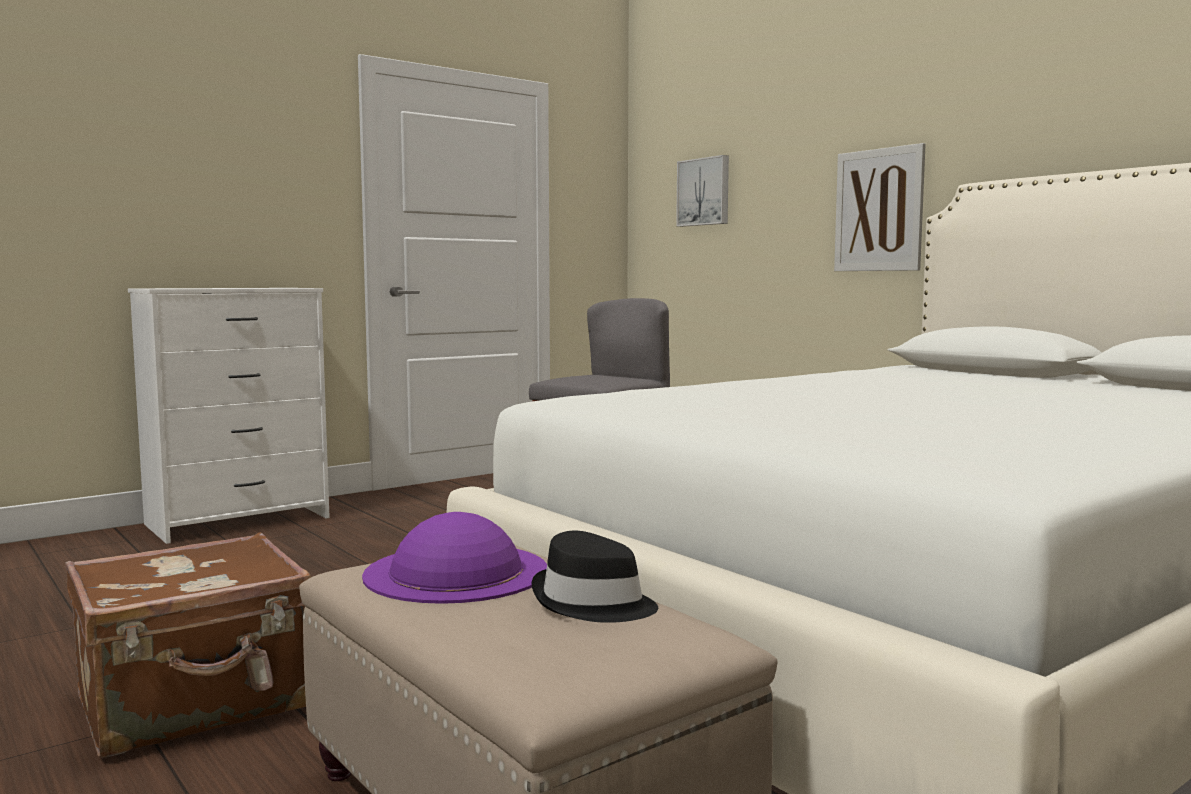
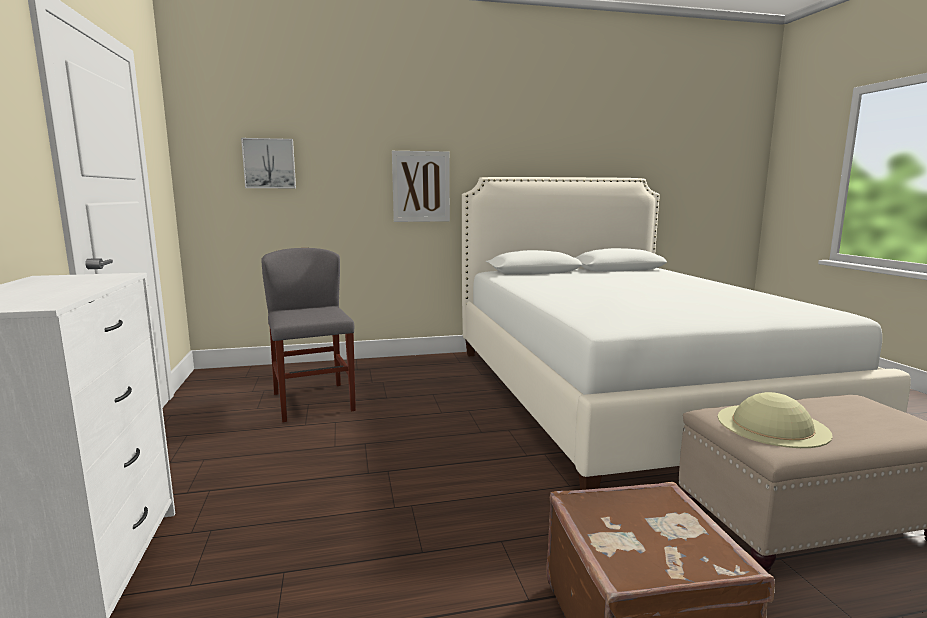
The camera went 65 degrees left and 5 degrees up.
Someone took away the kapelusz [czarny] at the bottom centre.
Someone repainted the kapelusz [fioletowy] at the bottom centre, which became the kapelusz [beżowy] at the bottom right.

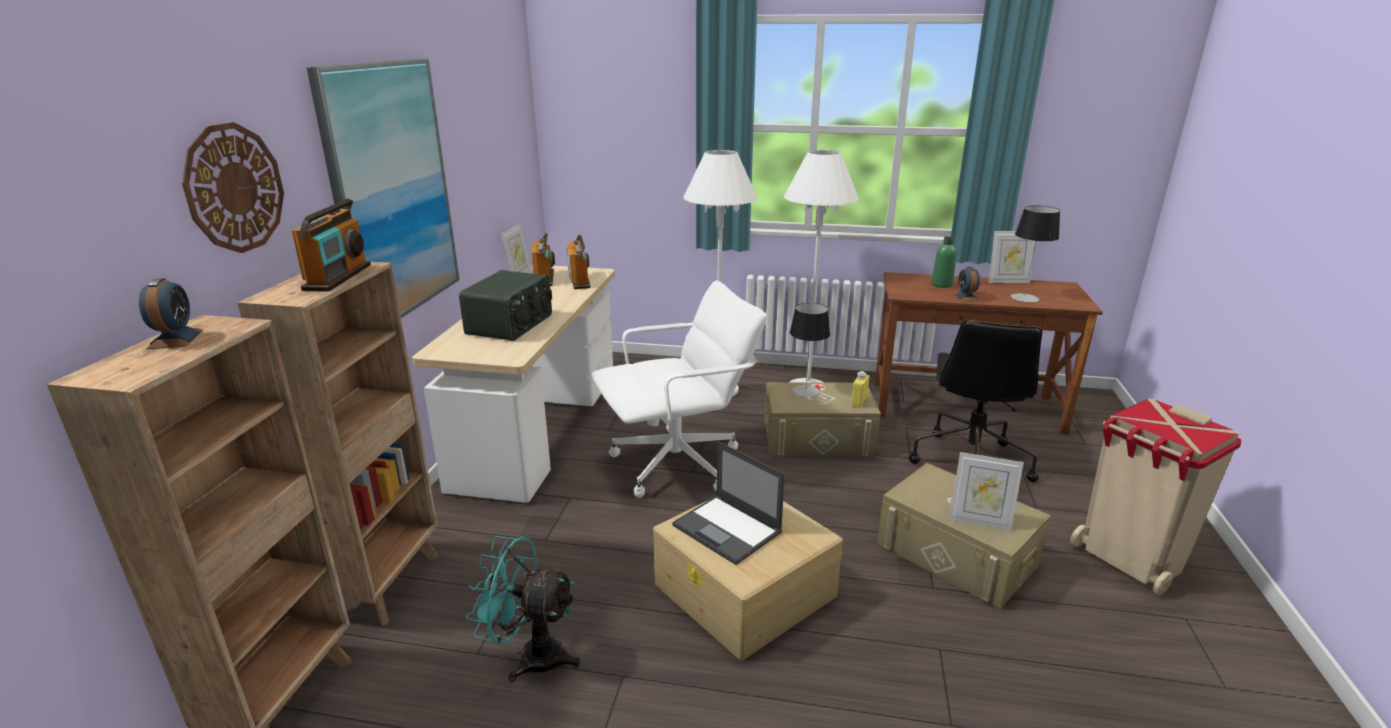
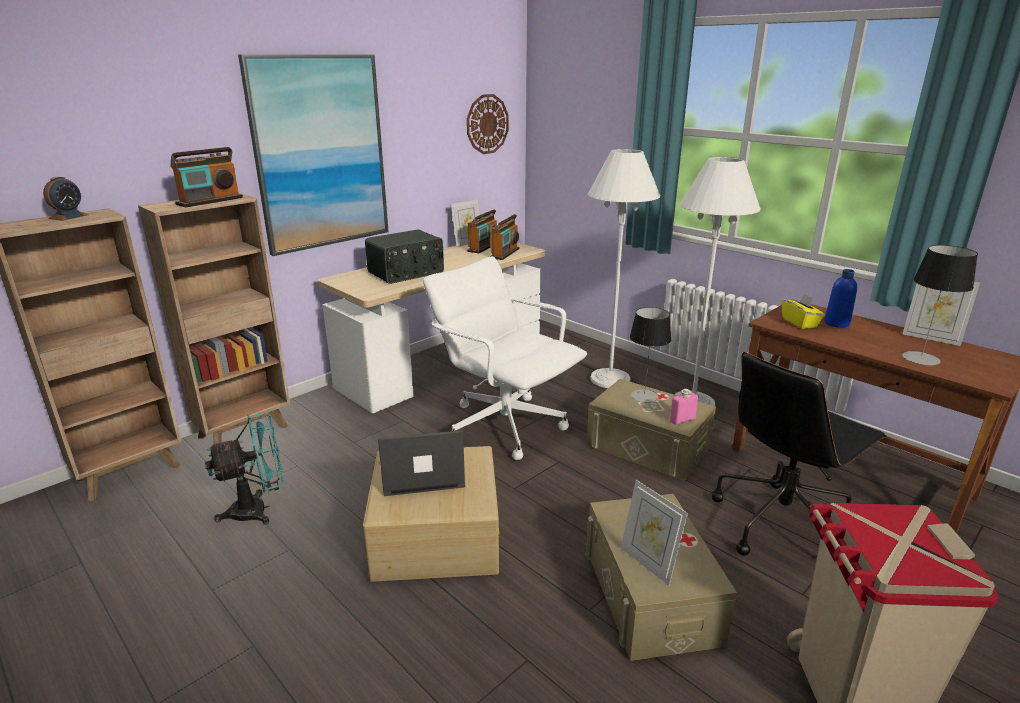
The camera went 35 degrees right and 0 degrees up.
Someone took away the budzik (2nd from left) at the middle right.
Someone put down the pudełko chusteczek [żółty] at the middle right.
Someone carried the zegar ścienny from the top left to the top centre.
Someone repainted the butelka [żółty] at the centre, which became the butelka [różowy] at the middle right.
Someone repainted the butelka [zielony] at the middle right, which became the butelka [niebieski] at the middle right.
Someone rotated the wentylator [turkusowy] at the bottom centre by 105 degrees clockwise.
Someone rotated the krzesło biurowe [biały] at the centre by 150 degrees counterclockwise.
Someone rotated the laptop at the bottom centre by 90 degrees clockwise.

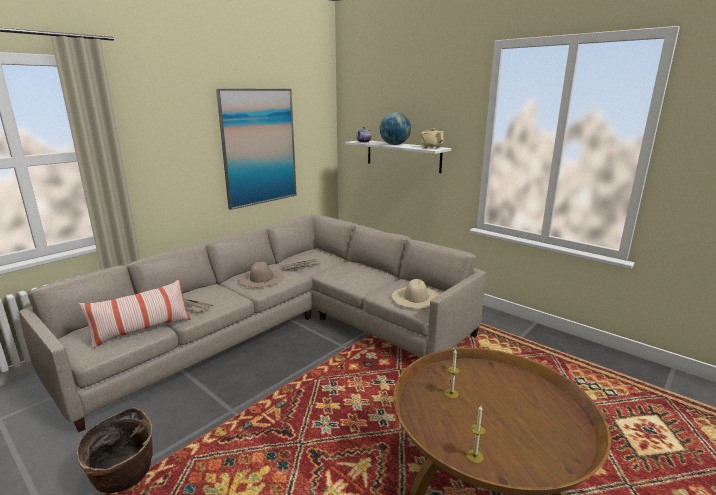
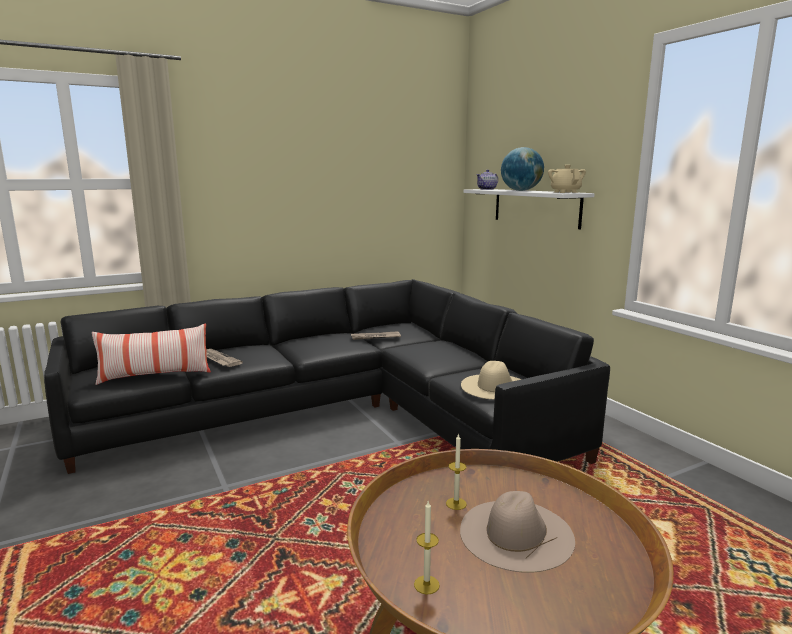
The camera went 20 degrees right and 5 degrees down.
Someone took away the koszyk at the bottom left.
Someone took away the obraz at the top centre.
Someone carried the kapelusz [beżowy] (1st from left in the first image) from the centre to the bottom centre.
Someone repainted the kanapa [beżowy] at the centre, which became the kanapa [czarny] at the centre.

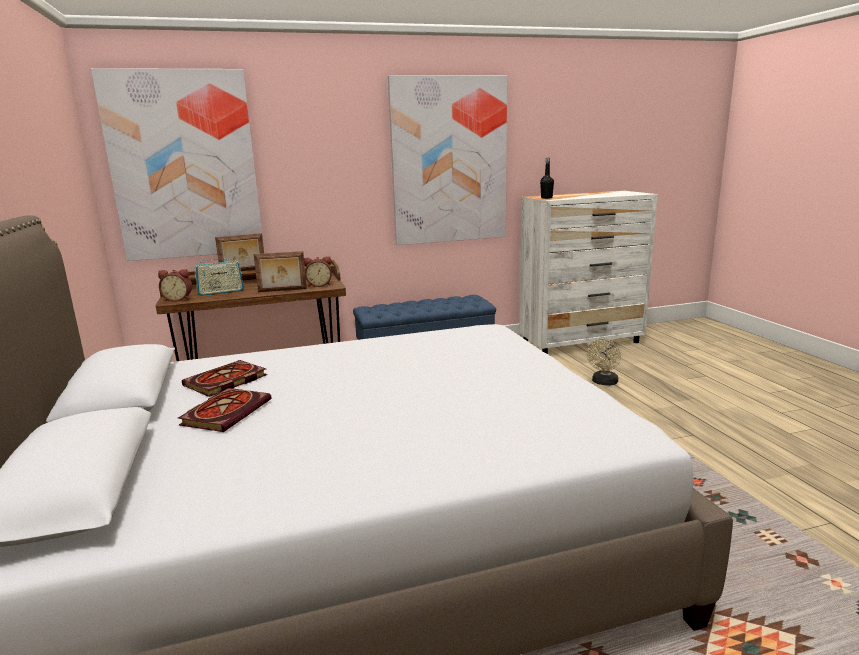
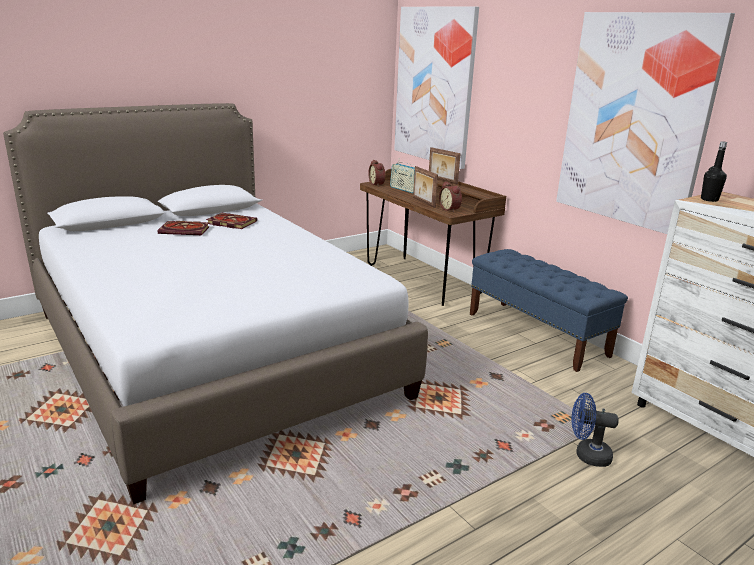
The camera went 70 degrees right and 5 degrees up.
Someone repainted the wentylator [beżowy] at the middle right, which became the wentylator [niebieski] at the bottom right.

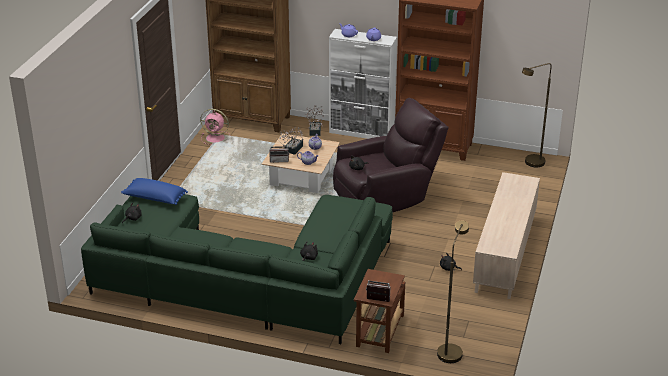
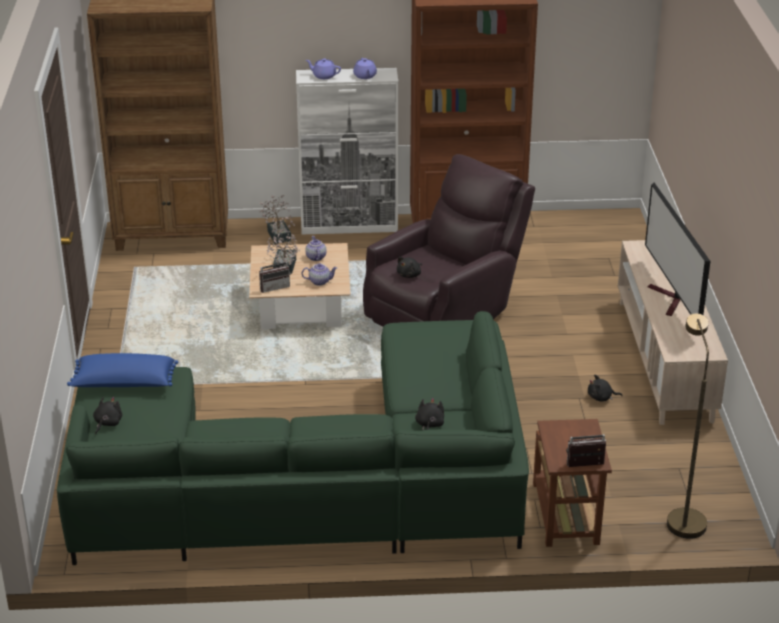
The camera went 20 degrees left and 0 degrees up.
Someone took away the wentylator [różowy] at the middle left.
Someone took away the lampa stojąca [brązowy] (2nd from left) at the top right.
Someone put down the telewizor at the middle right.

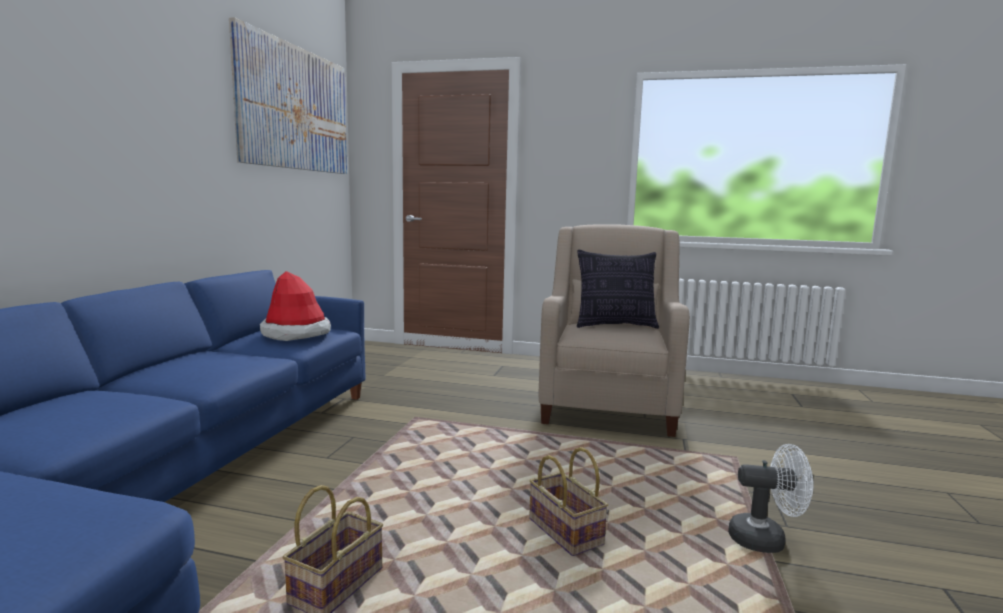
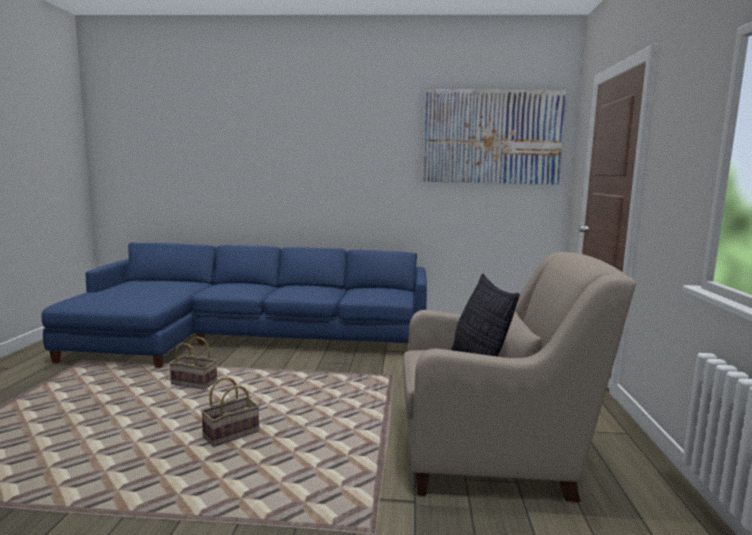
The camera went 80 degrees right and 0 degrees up.
Someone took away the kapelusz at the middle left.
Someone took away the wentylator [biały] at the bottom right.

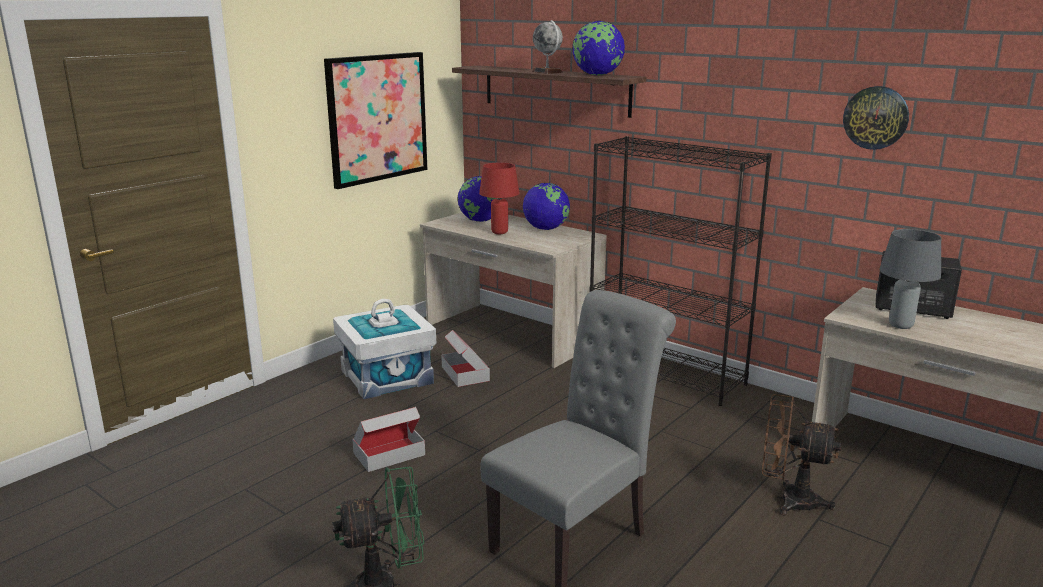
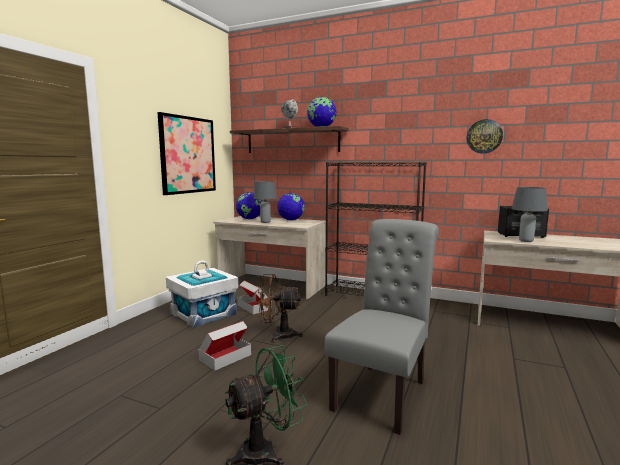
The camera went 15 degrees left and 10 degrees down.
Someone carried the wentylator [brązowy] from the bottom right to the centre.
Someone repainted the lampa stołowa [czerwony] at the centre, which became the lampa stołowa [szary] (1st from left) at the centre.

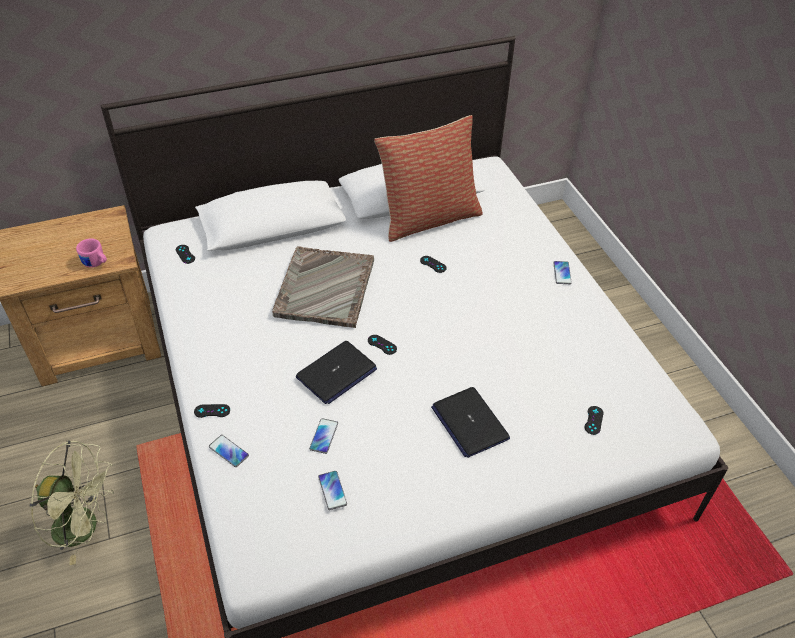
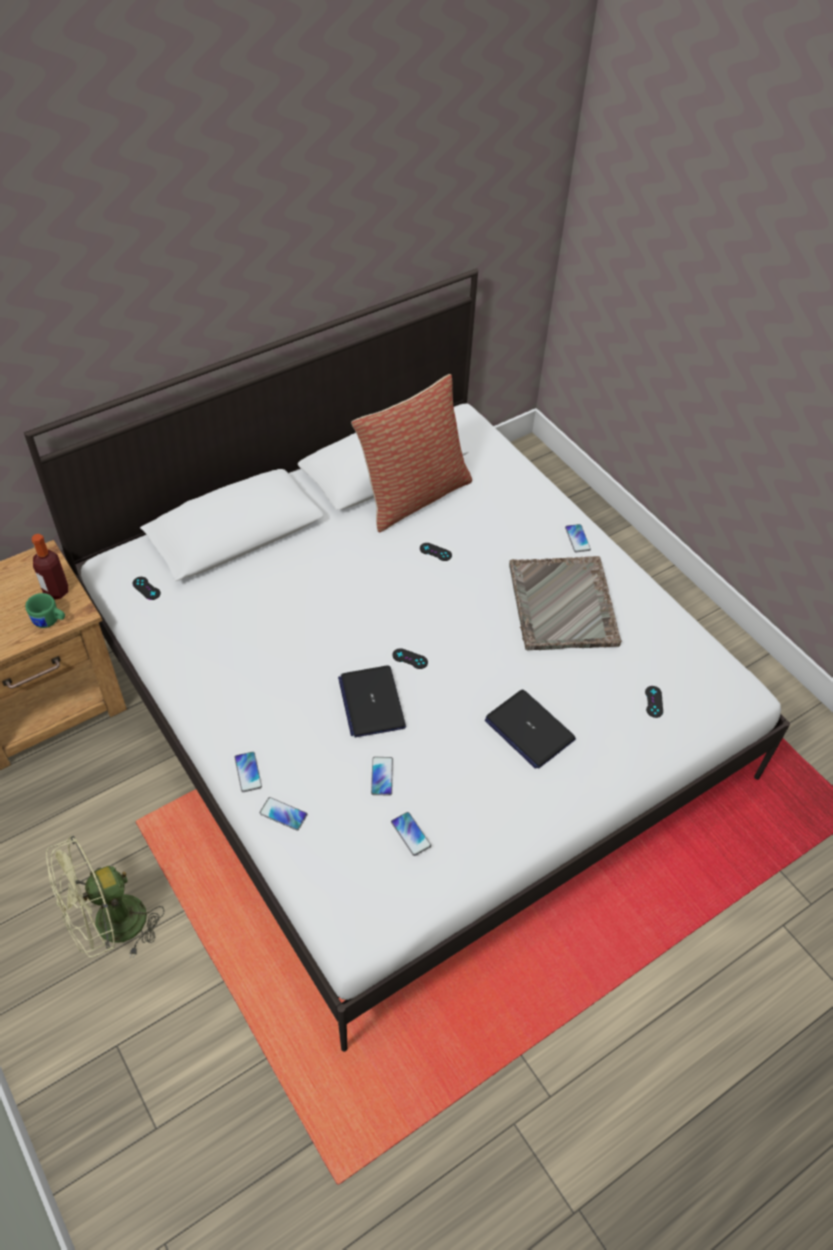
The camera went 15 degrees left and 5 degrees up.
Someone put down the butelka at the middle left.
Someone carried the taca [szary] from the centre to the middle right.
Someone swapped the pad do gier [czarny] (2nd from left) at the middle left for the telefon (1st from left) at the middle left.
Someone repainted the kubek [różowy] at the middle left, which became the kubek [zielony] at the middle left.
Someone rotated the wentylator [zielony] at the bottom left by 150 degrees clockwise.
Someone rotated the laptop (1st from left) at the centre by 135 degrees clockwise.

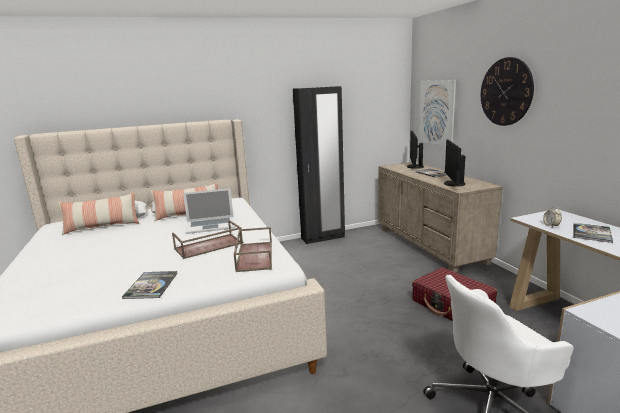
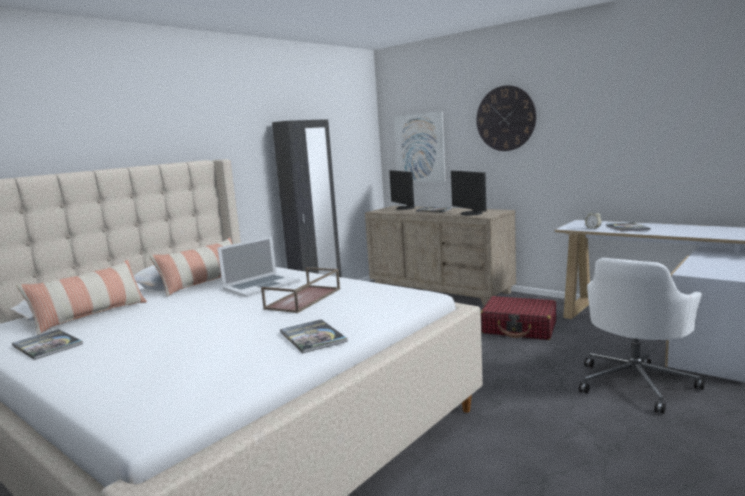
The camera went 30 degrees left and 5 degrees down.
Someone took away the taca [brązowy] (2nd from left) at the centre.
Someone put down the książka (1st from left) at the bottom left.

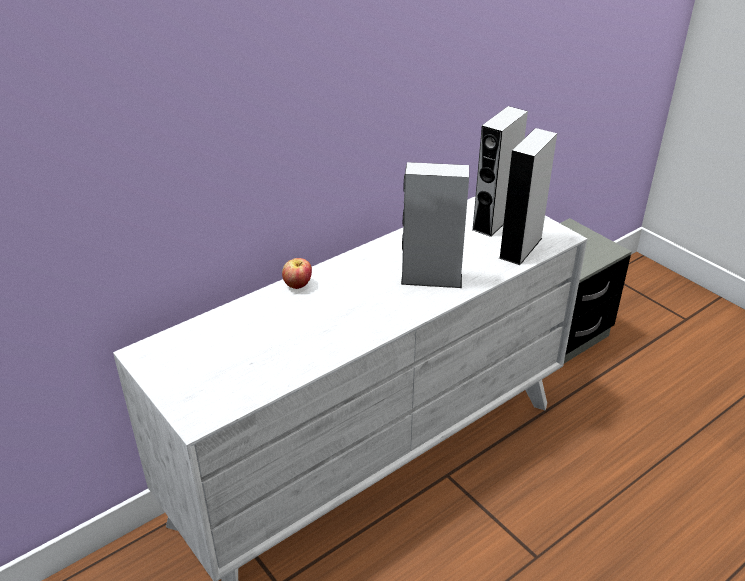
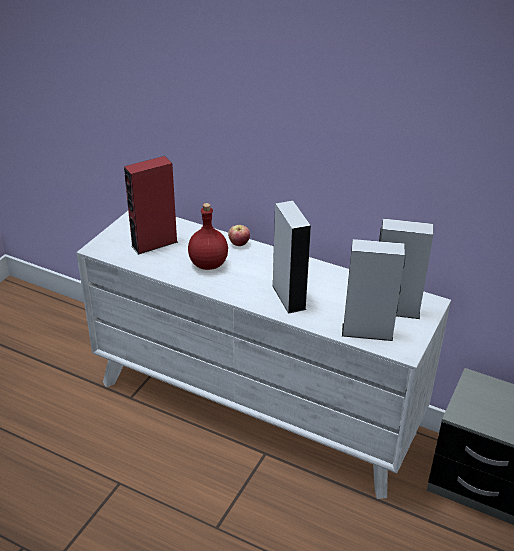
The camera went 65 degrees right and 0 degrees up.
Someone put down the głośnik [czerwony] at the middle left.
Someone put down the butelka [czerwony] at the centre.

